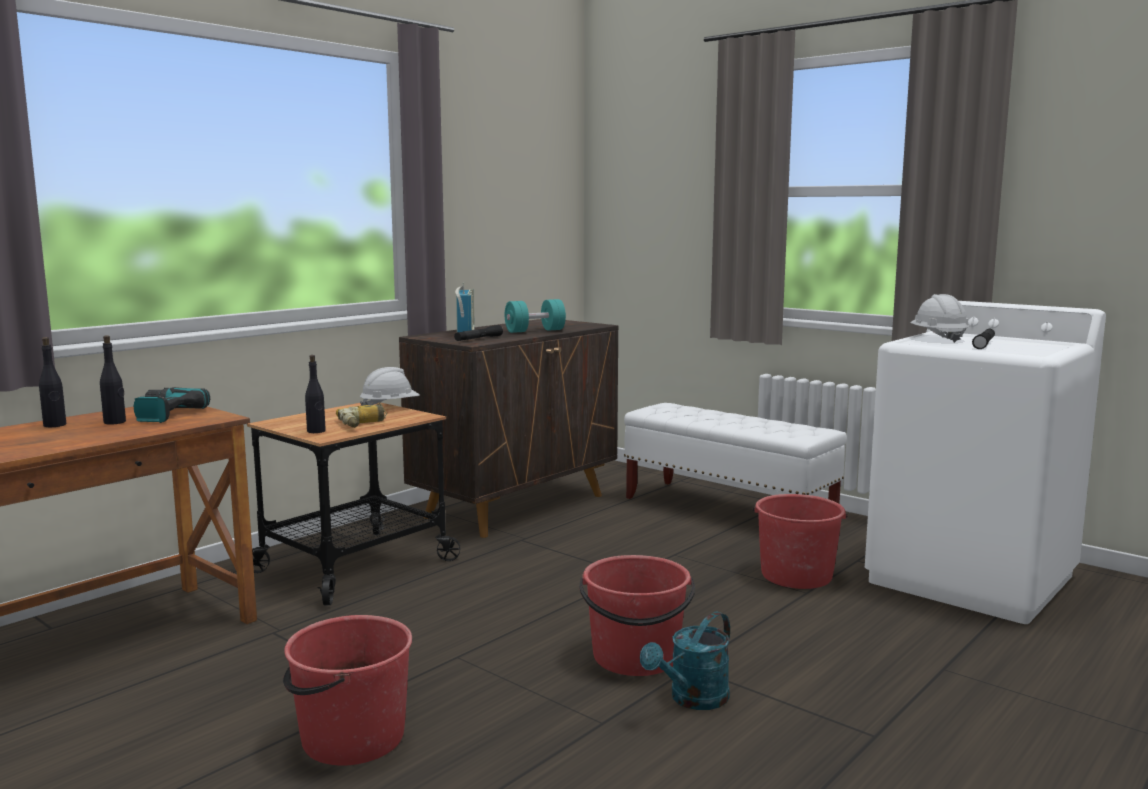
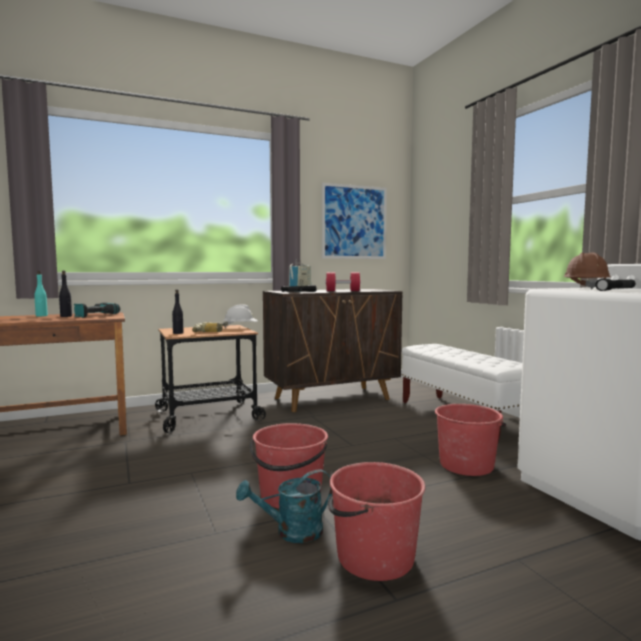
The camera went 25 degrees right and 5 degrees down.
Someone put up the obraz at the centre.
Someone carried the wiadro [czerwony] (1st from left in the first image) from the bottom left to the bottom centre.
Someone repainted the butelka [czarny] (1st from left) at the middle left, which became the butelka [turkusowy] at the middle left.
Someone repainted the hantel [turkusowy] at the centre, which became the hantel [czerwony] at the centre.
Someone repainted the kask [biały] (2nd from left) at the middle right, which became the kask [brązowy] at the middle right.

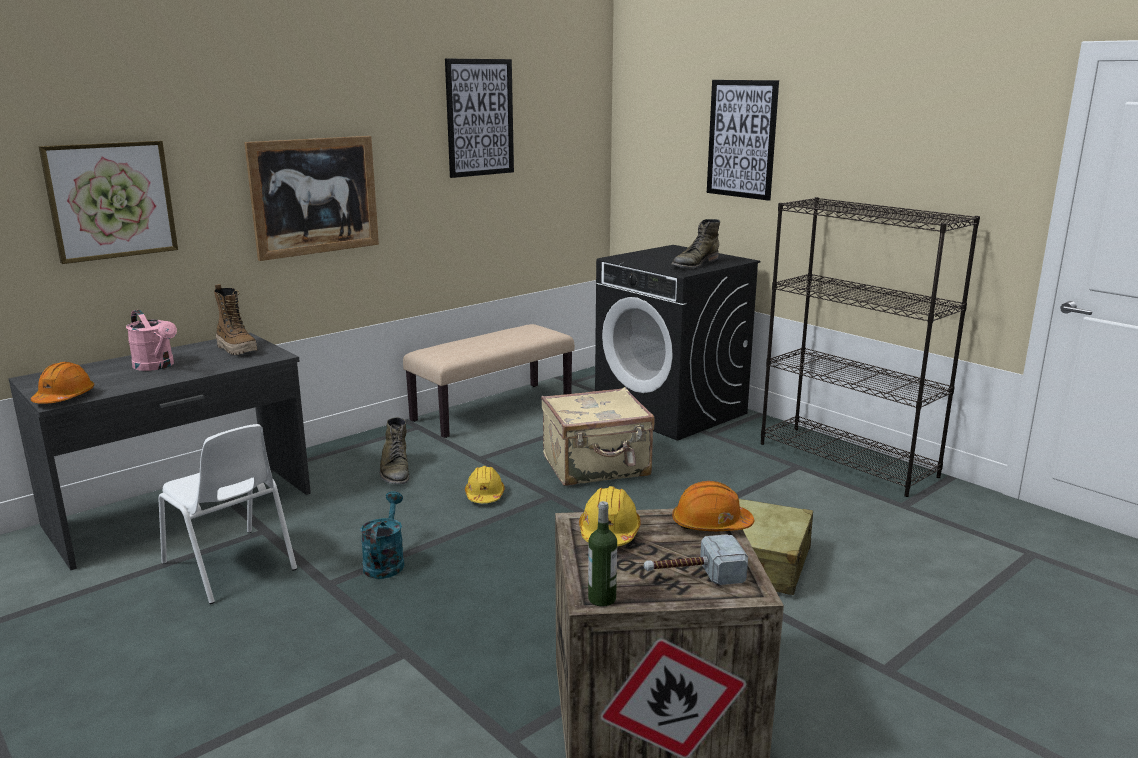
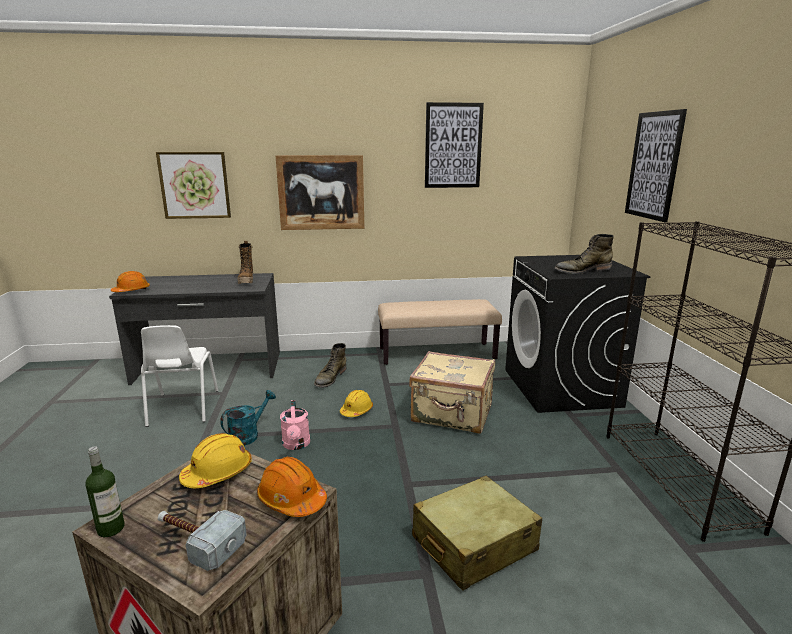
The camera went 35 degrees right and 0 degrees up.
Someone carried the konewka [różowy] from the middle left to the bottom centre.

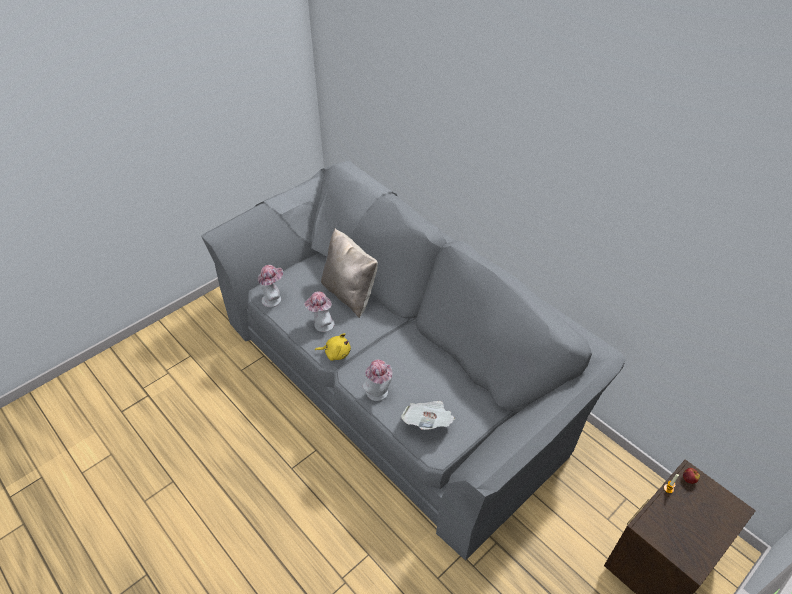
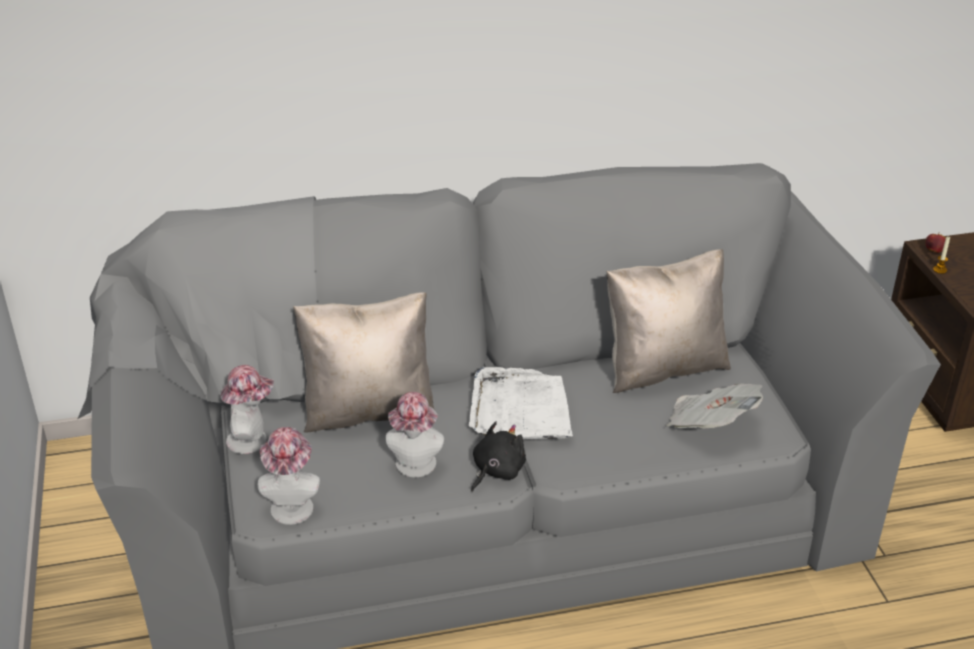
The camera went 60 degrees left and 10 degrees down.
Someone put down the taca [biały] at the centre.
Someone put down the poduszka [beżowy] (2nd from left) at the middle right.
Someone carried the kapelusz (3rd from left in the first image) from the centre to the middle left.
Someone repainted the pluszak [żółty] at the centre, which became the pluszak [czarny] at the bottom centre.

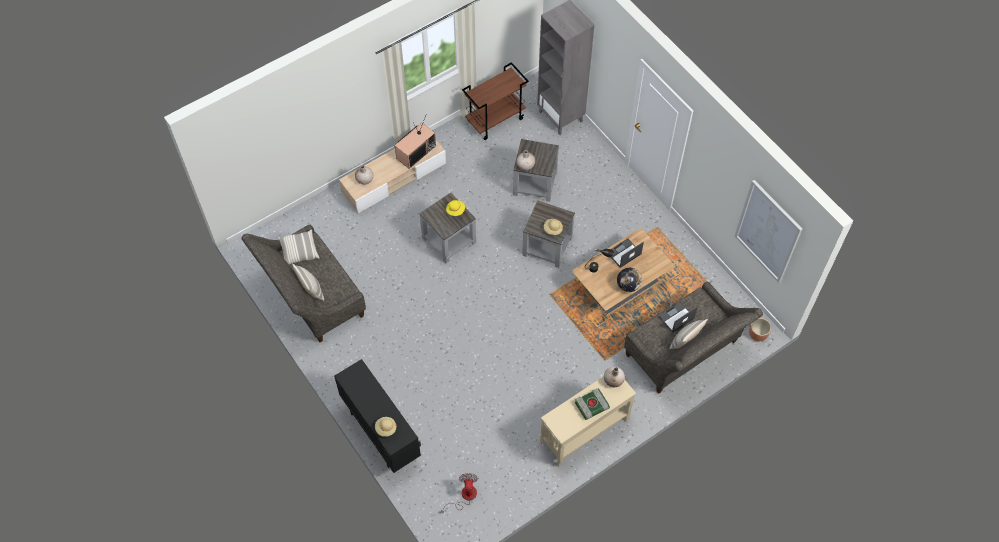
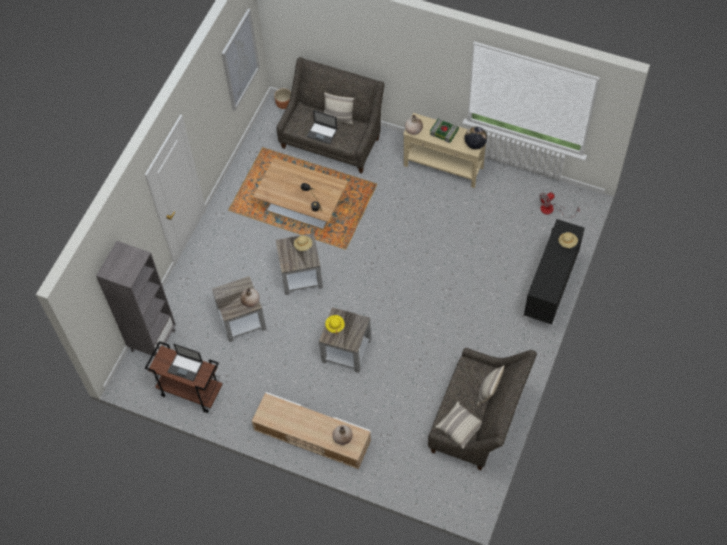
The camera went 120 degrees left and 0 degrees up.
Someone took away the telewizor at the top centre.
Someone carried the laptop (1st from left) from the centre to the middle left.
Someone carried the globus from the centre to the top centre.

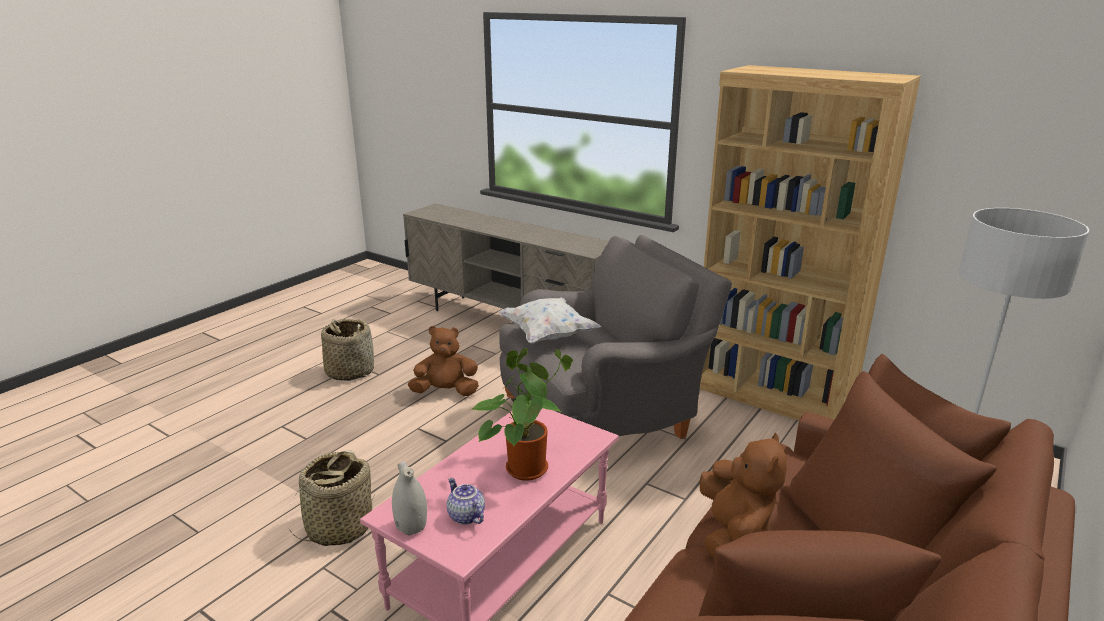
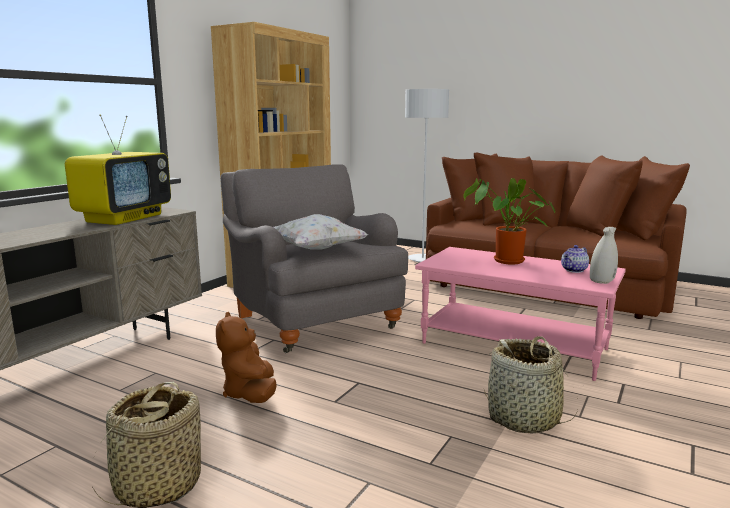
The camera went 95 degrees left and 10 degrees down.
Someone took away the pluszak [brązowy] (2nd from left) at the bottom right.
Someone put down the telewizor at the top left.

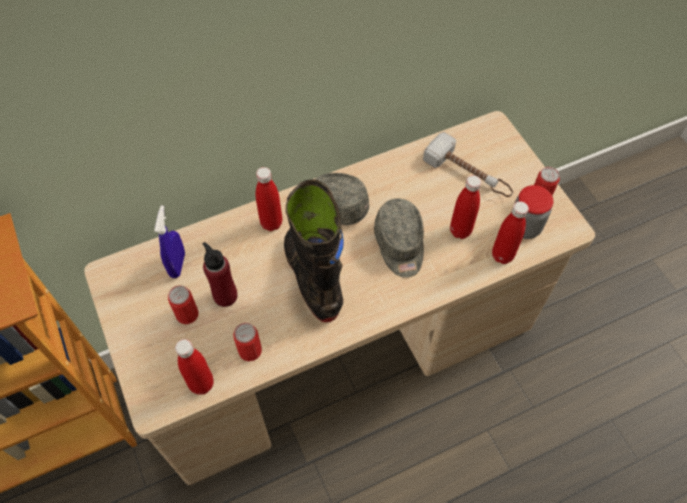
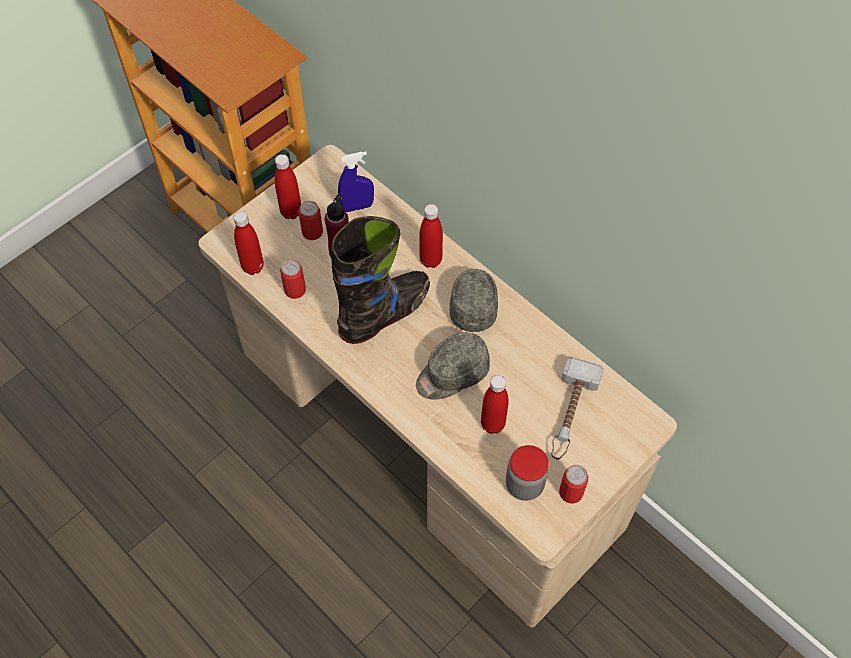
The camera went 70 degrees right and 0 degrees up.
Someone carried the butelka [czerwony] (5th from left in the first image) from the middle right to the top centre.

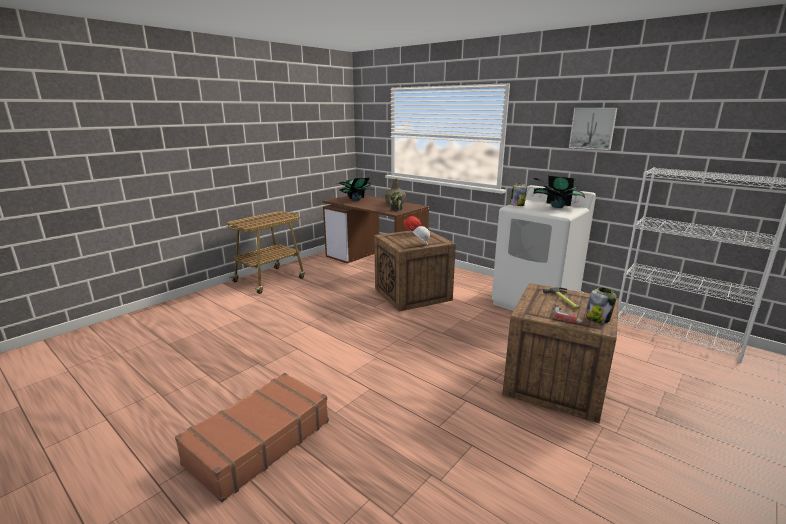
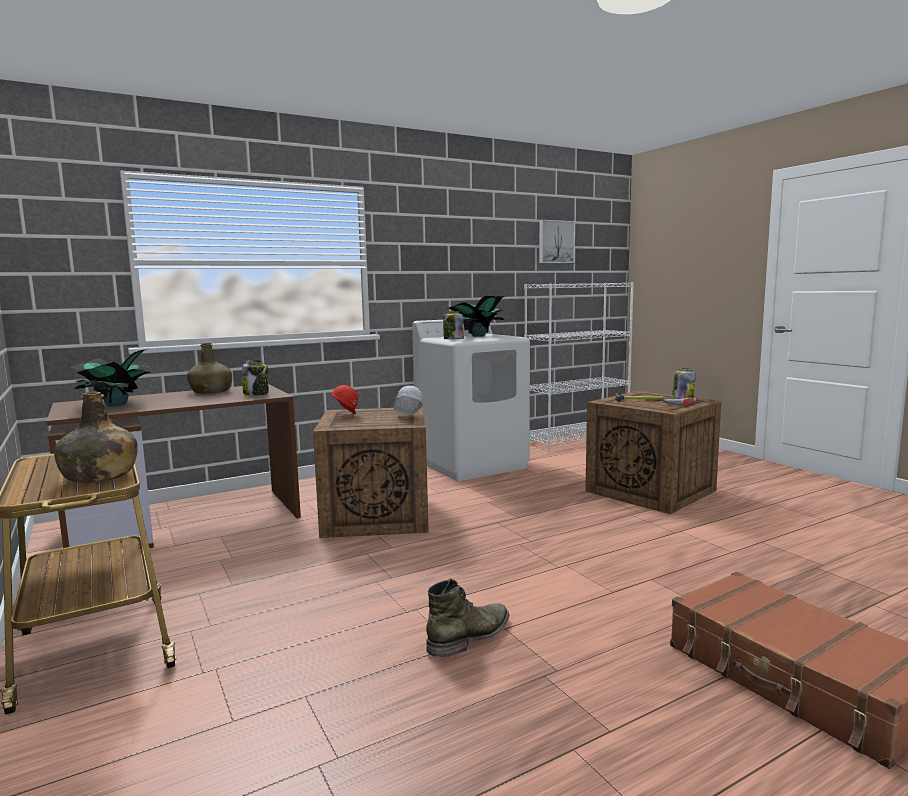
The camera went 70 degrees left and 10 degrees down.
Someone put down the butelka [zielony] (1st from left) at the middle left.
Someone put down the but z cholewką [zielony] at the bottom centre.
Someone carried the obraz from the top right to the top centre.

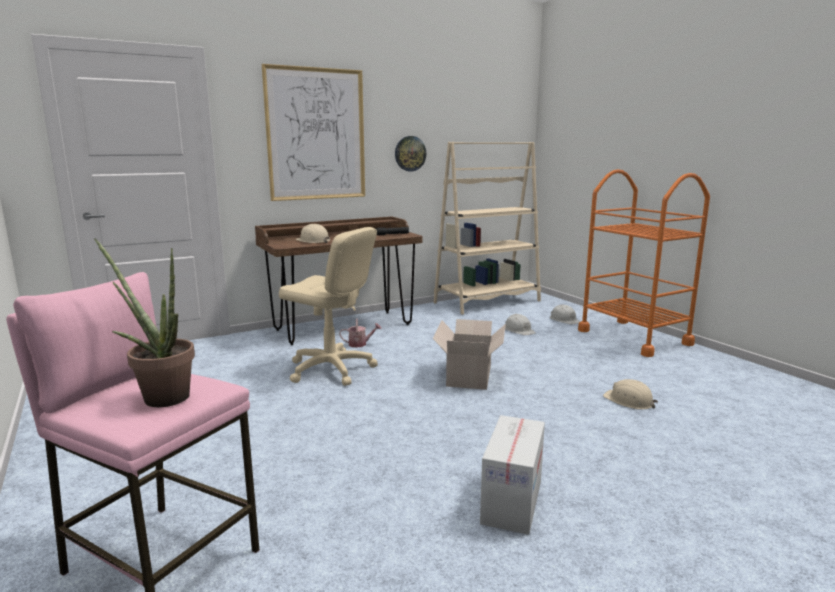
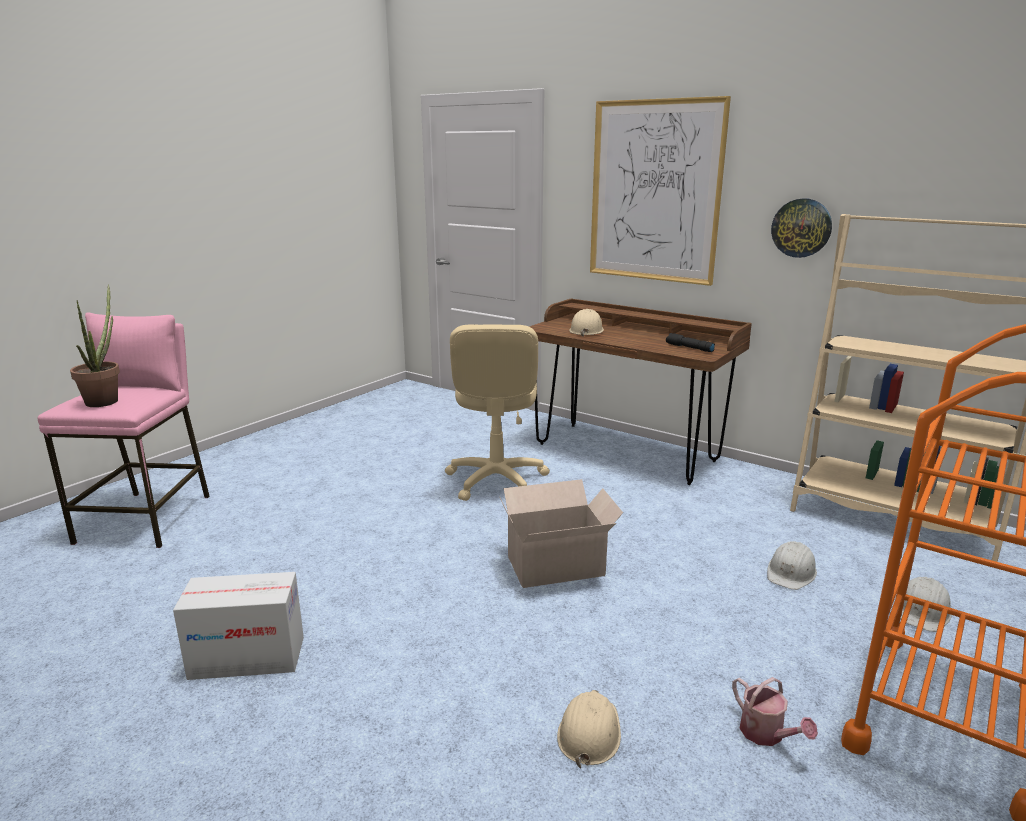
The camera went 65 degrees right and 5 degrees up.
Someone carried the konewka from the centre to the bottom right.

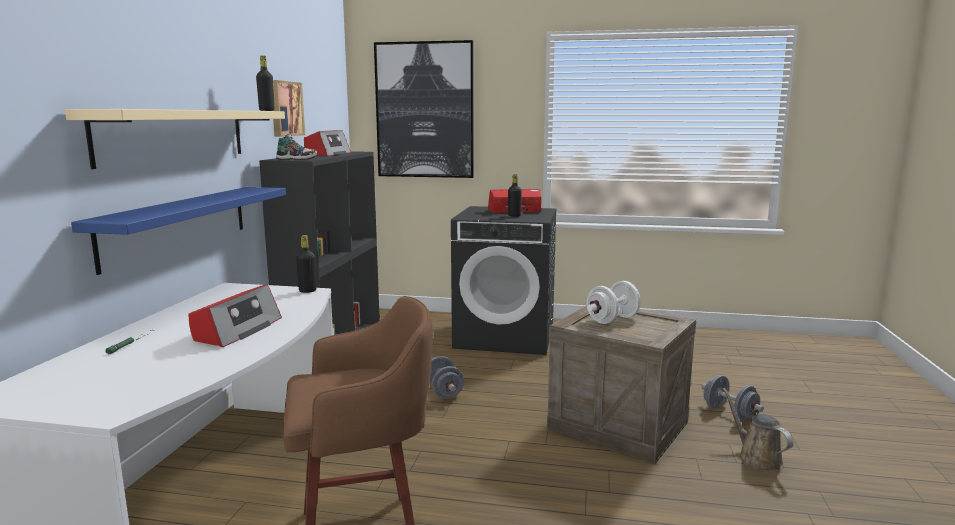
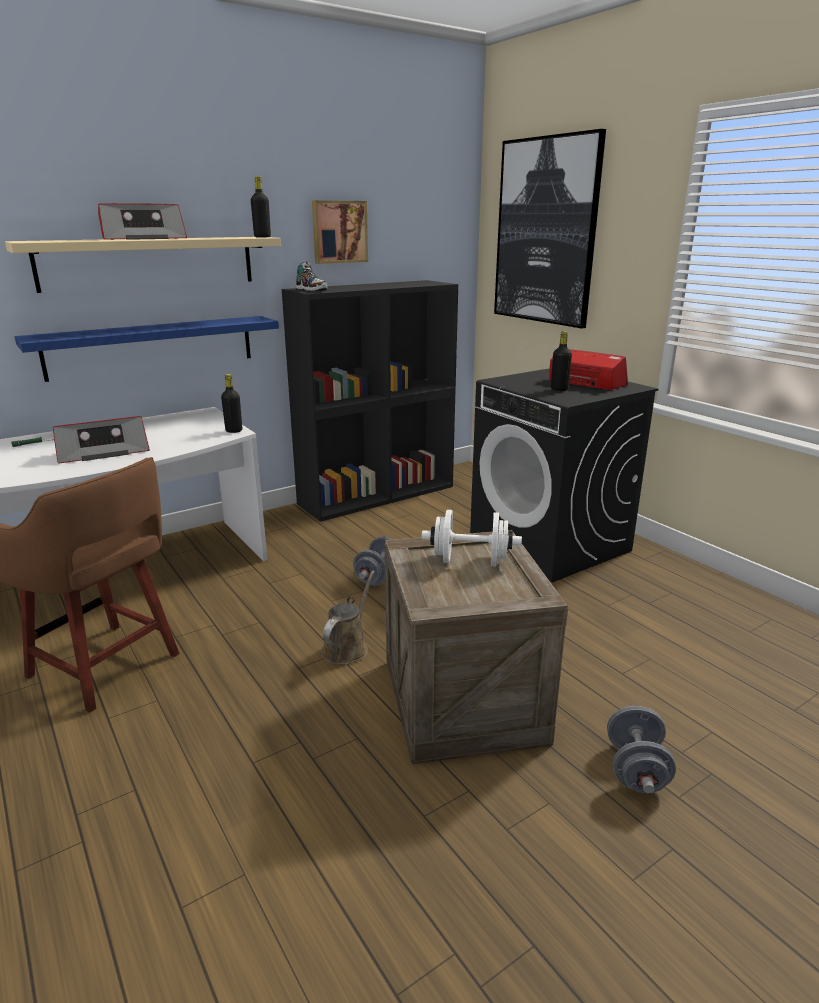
The camera went 45 degrees right and 10 degrees up.
Someone carried the radio (2nd from left) from the top centre to the top left.
Someone carried the konewka [brązowy] from the bottom right to the centre.

